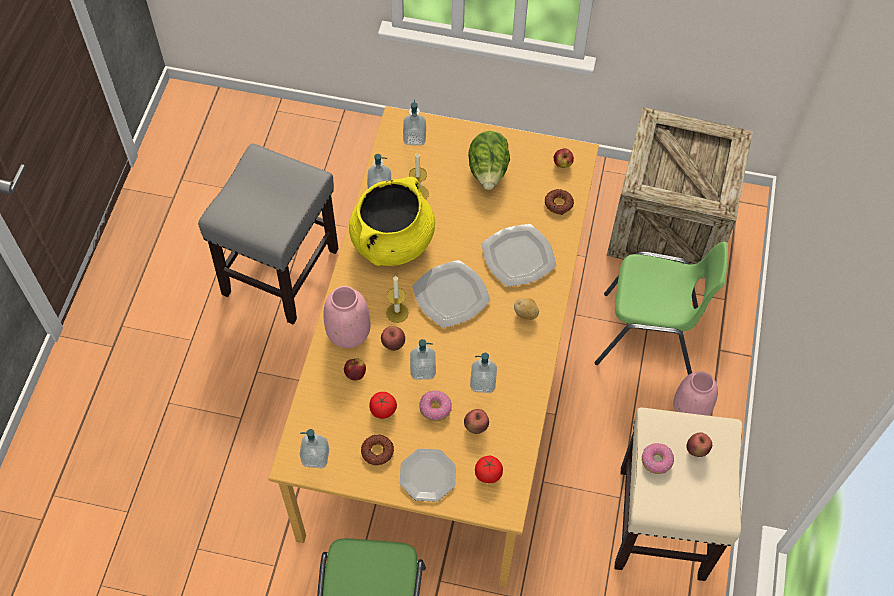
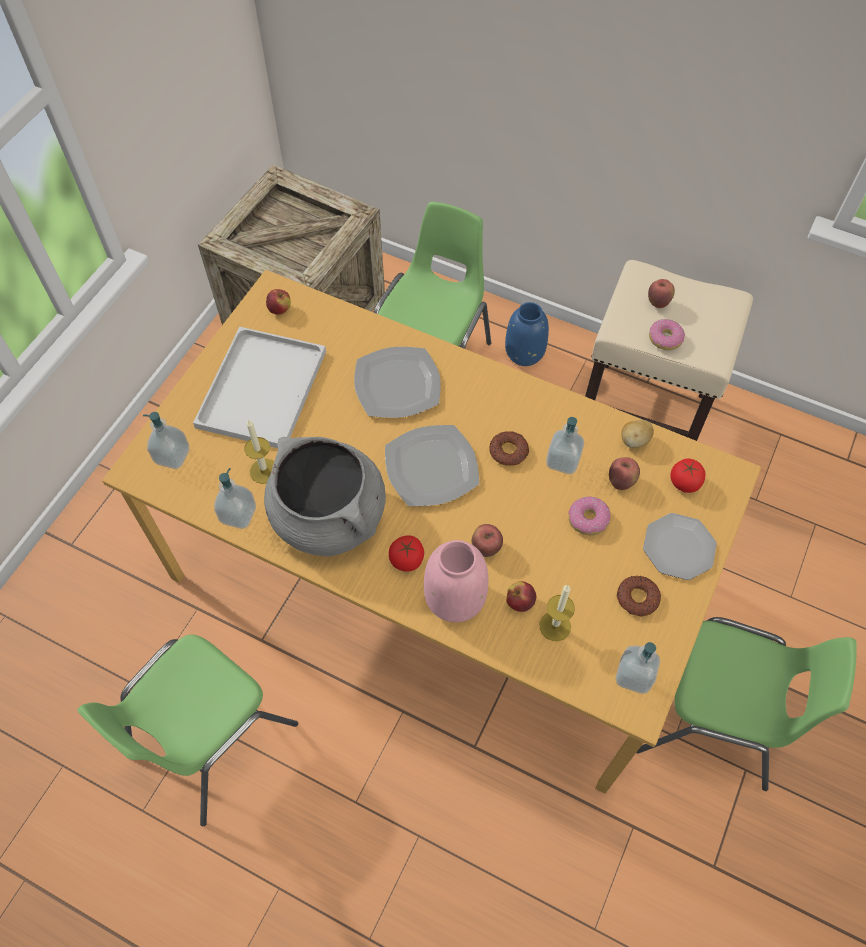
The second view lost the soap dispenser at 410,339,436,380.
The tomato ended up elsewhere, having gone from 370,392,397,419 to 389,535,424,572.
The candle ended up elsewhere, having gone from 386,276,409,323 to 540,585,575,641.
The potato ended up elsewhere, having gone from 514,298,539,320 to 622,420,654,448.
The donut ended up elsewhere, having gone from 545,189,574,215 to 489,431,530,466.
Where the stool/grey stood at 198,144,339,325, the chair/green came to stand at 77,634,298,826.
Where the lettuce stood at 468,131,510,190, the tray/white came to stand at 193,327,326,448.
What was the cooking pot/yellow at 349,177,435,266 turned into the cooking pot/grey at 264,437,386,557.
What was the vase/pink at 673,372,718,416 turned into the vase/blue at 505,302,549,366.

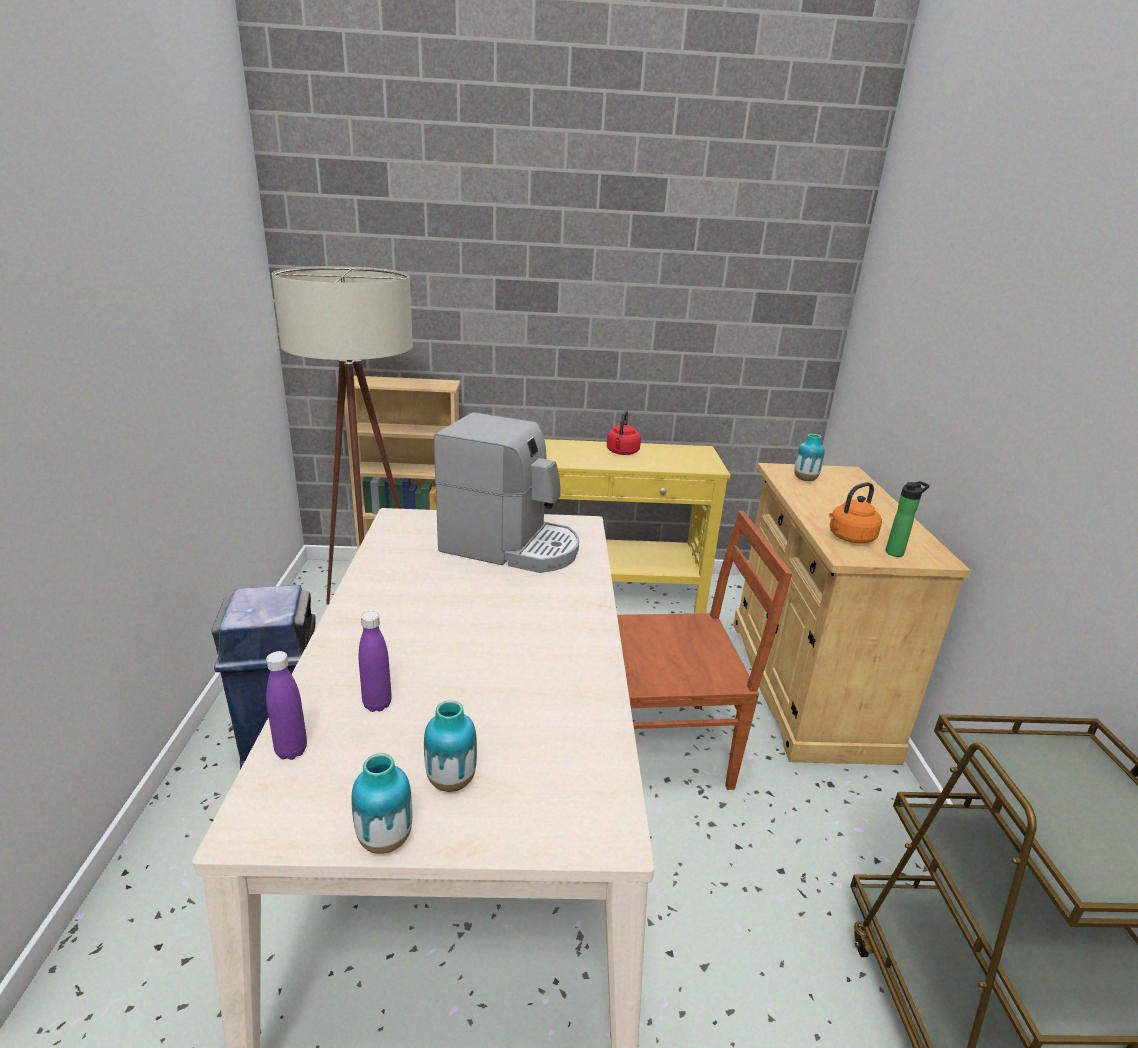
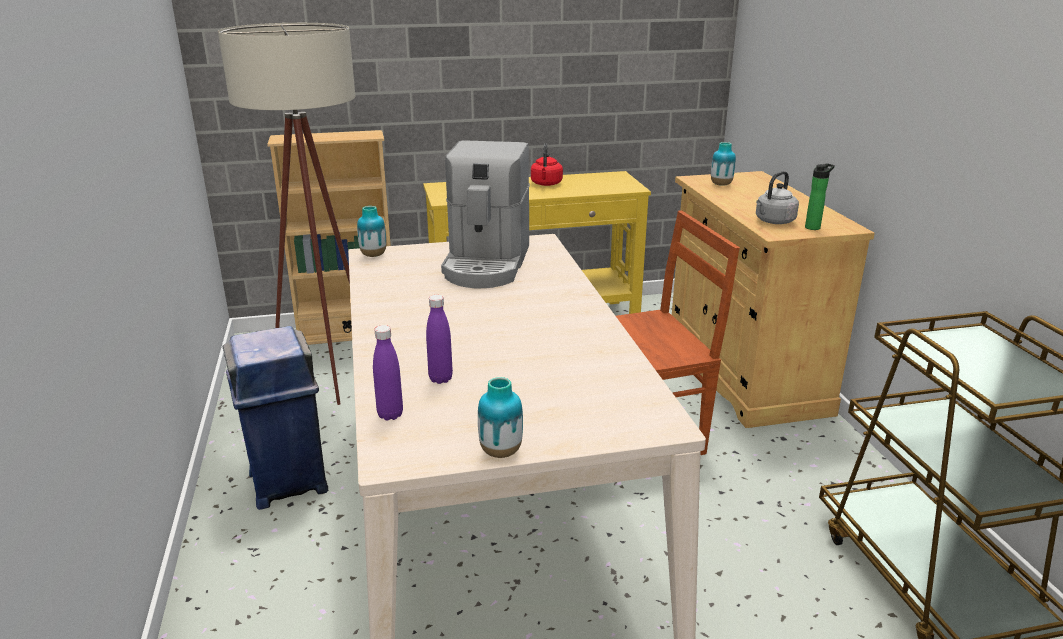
The vase ended up elsewhere, having gone from 424,700,477,792 to 357,206,386,257.
What was the kettle/orange at 829,482,882,544 turned into the kettle/grey at 756,171,799,224.
The coffee machine at 434,412,579,573 ended up facing another way, 90 degrees clockwise from before.

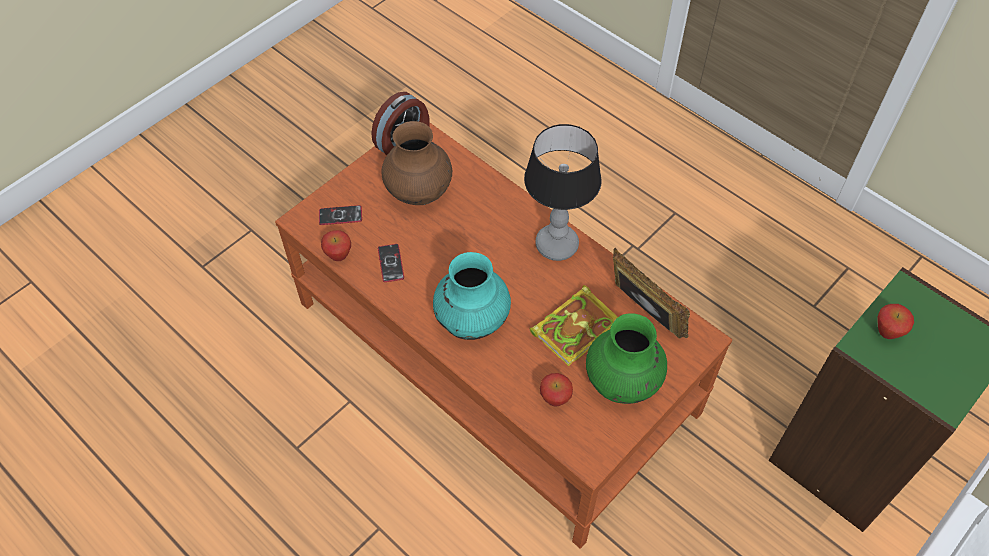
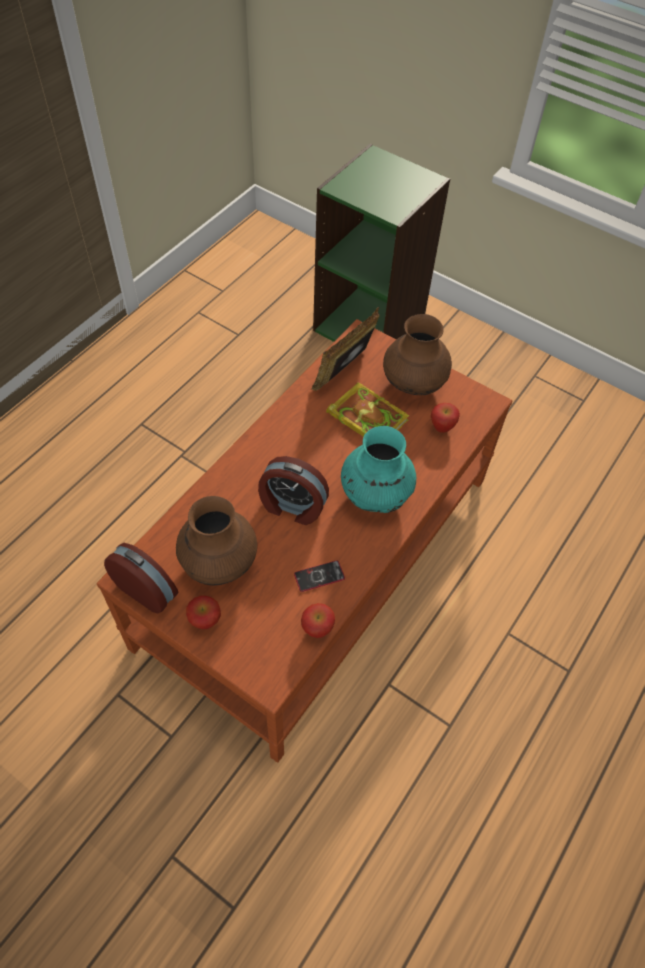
The second view lost the phone at 319,205,362,225.
The second view lost the table lamp at 524,124,602,261.
The second view gained the alarm clock at 258,456,329,525.
The apple ended up elsewhere, having gone from 877,304,914,339 to 186,596,221,629.
What was the vase/green at 586,313,667,404 turned into the vase/brown at 383,314,452,395.

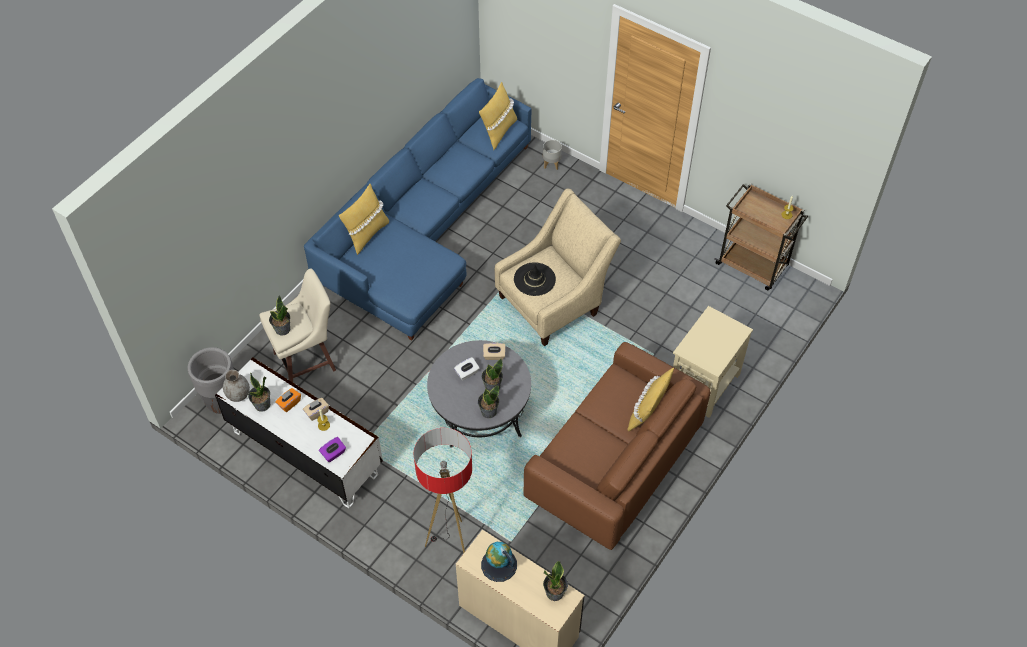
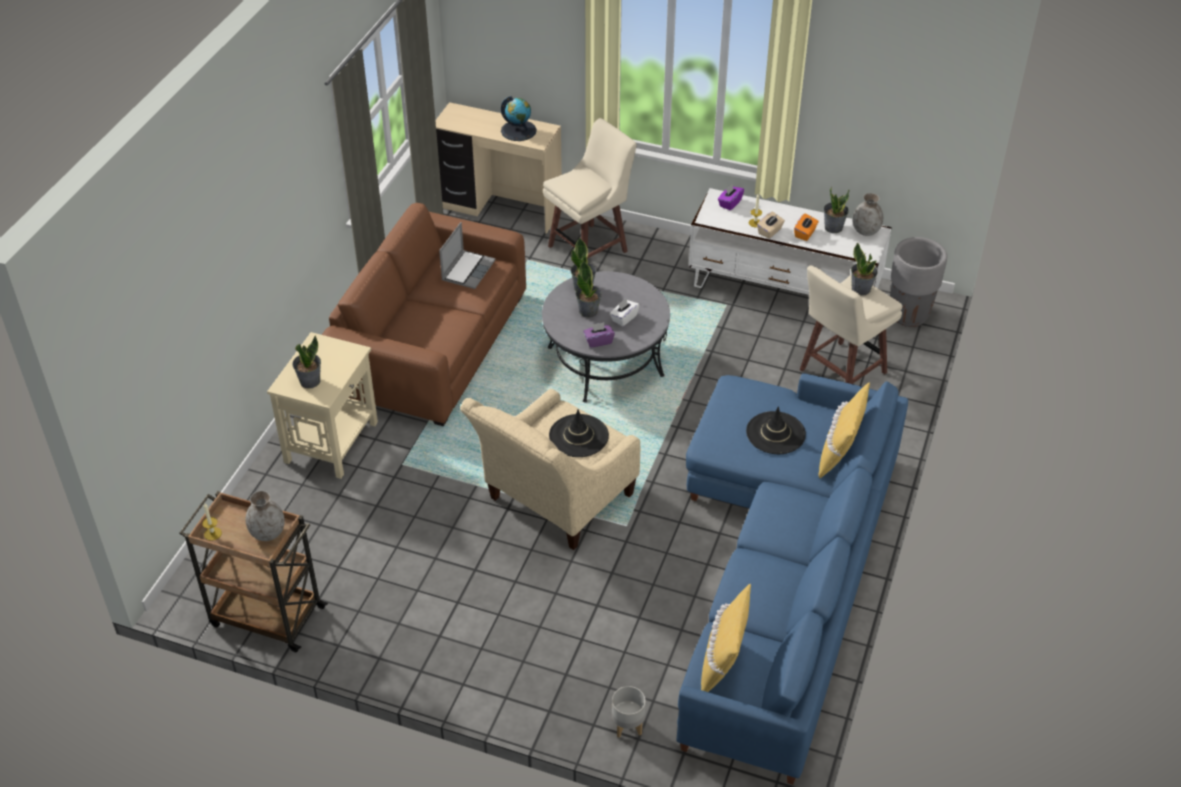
The second view lost the pillow/yellow at 627,368,674,432.
The second view gained the vase/grey at 246,491,285,541.
The second view gained the laptop at 439,222,496,289.
The second view gained the hat/black at 746,406,806,454.
The potted plant ended up elsewhere, having gone from 543,561,568,601 to 292,336,321,389.
Where the floor lamp stood at 414,428,472,554, the stool/beige came to stand at 543,118,637,259.
What was the tissue box/beige at 483,343,505,360 turned into the tissue box/purple at 583,323,615,348.

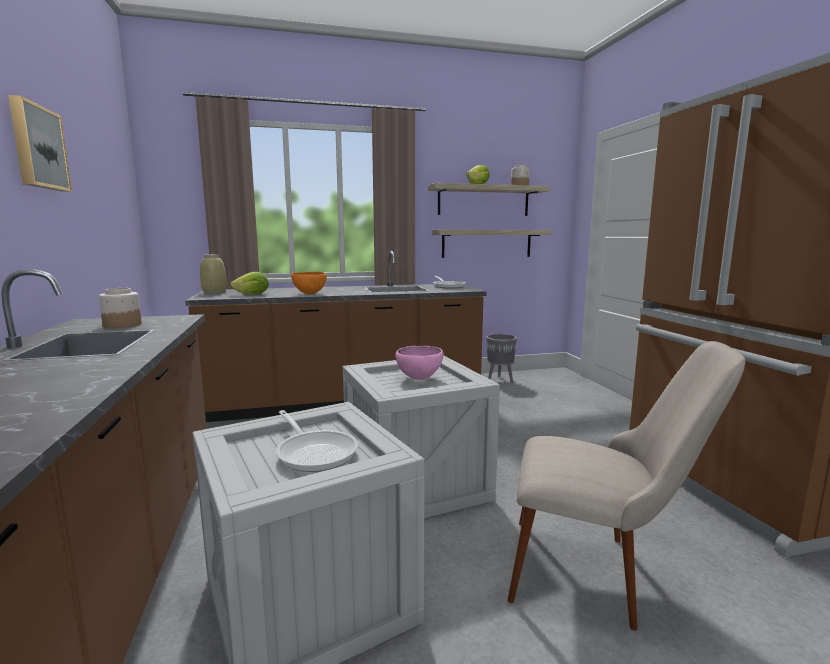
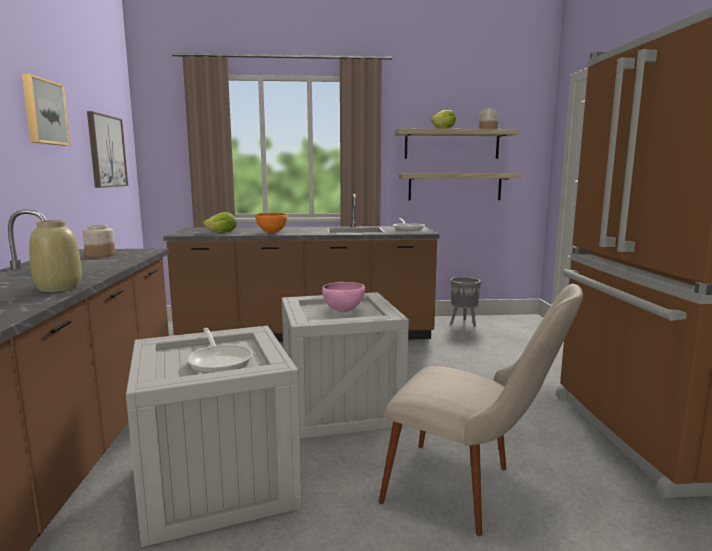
The second view gained the picture at 87,111,128,188.
The vase/beige ended up elsewhere, having gone from 200,254,227,294 to 29,220,82,292.

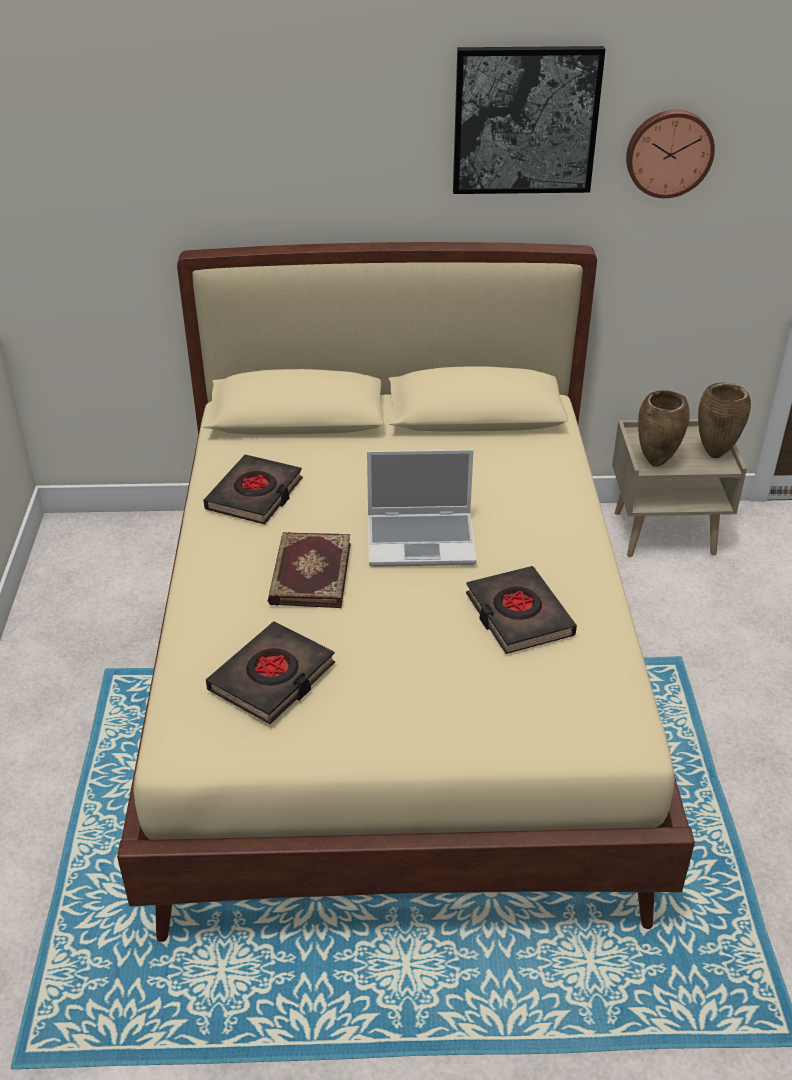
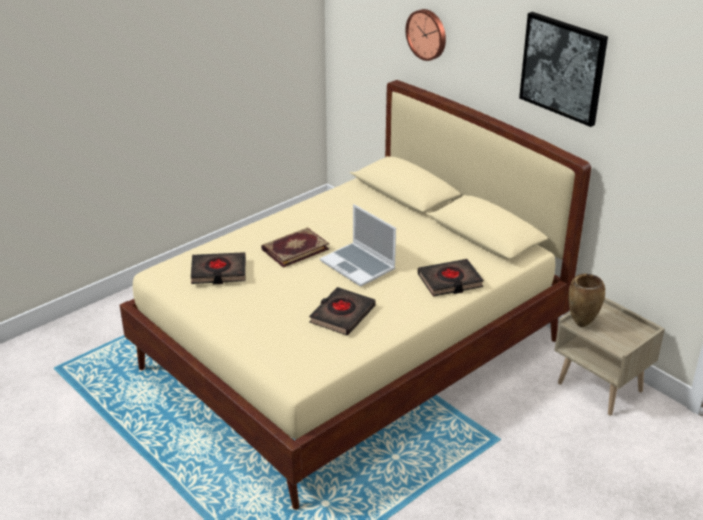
The second view lost the vase/brown at 698,382,751,458.
The book/black ended up elsewhere, having gone from 203,455,303,525 to 417,259,484,297.
The wall clock ended up elsewhere, having gone from 626,110,715,198 to 405,9,446,61.

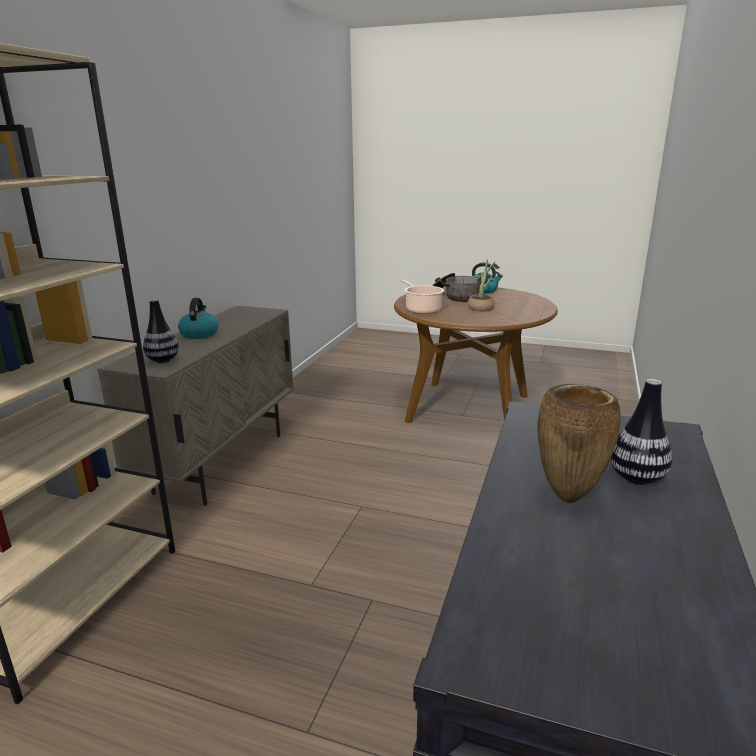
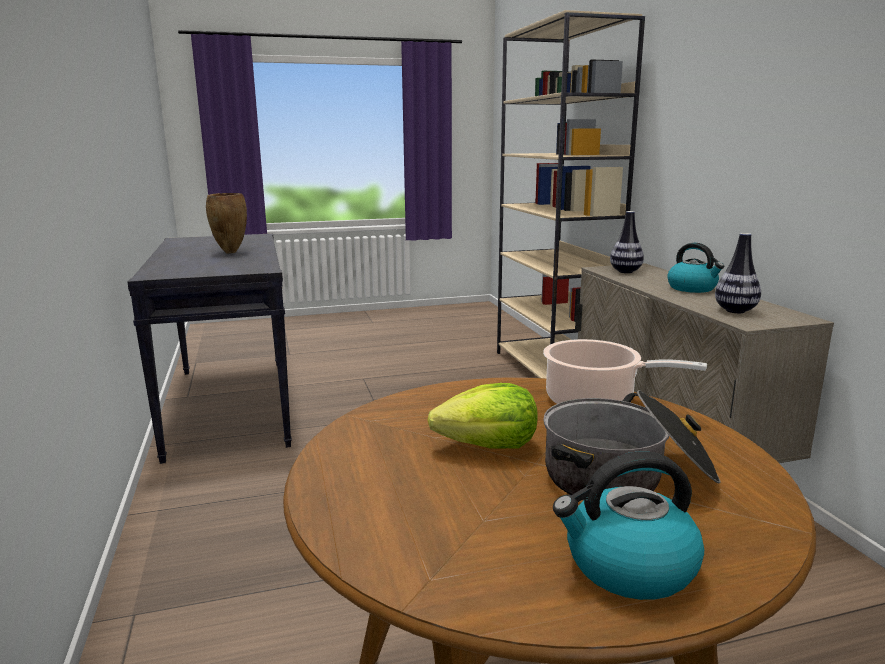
The vase ended up elsewhere, having gone from 610,379,673,485 to 715,233,761,313.
Where the potted plant stood at 468,260,500,312, the lettuce came to stand at 427,383,538,449.

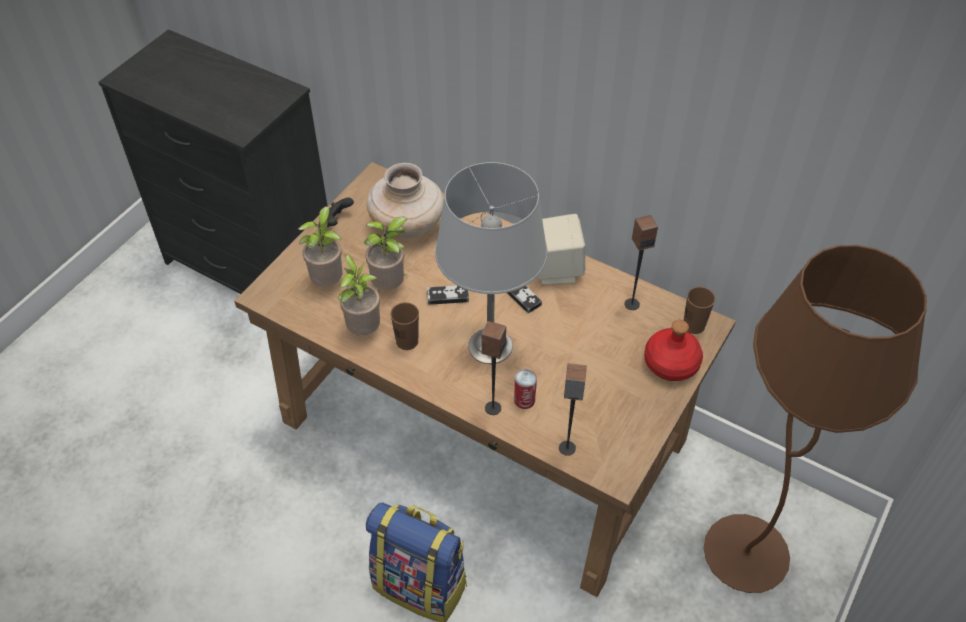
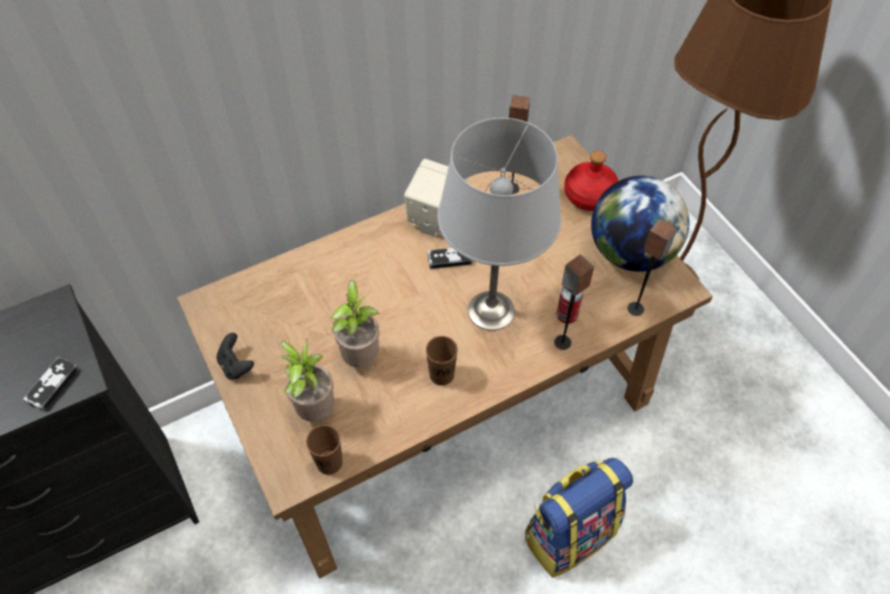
The second view lost the potted plant at 337,254,380,335.
The second view lost the vase/beige at 367,163,444,238.
The second view gained the globe at 591,176,689,272.
The game controller ended up elsewhere, having gone from 427,286,469,305 to 23,357,79,412.
The cup/brown ended up elsewhere, having gone from 684,287,715,334 to 306,425,343,475.

